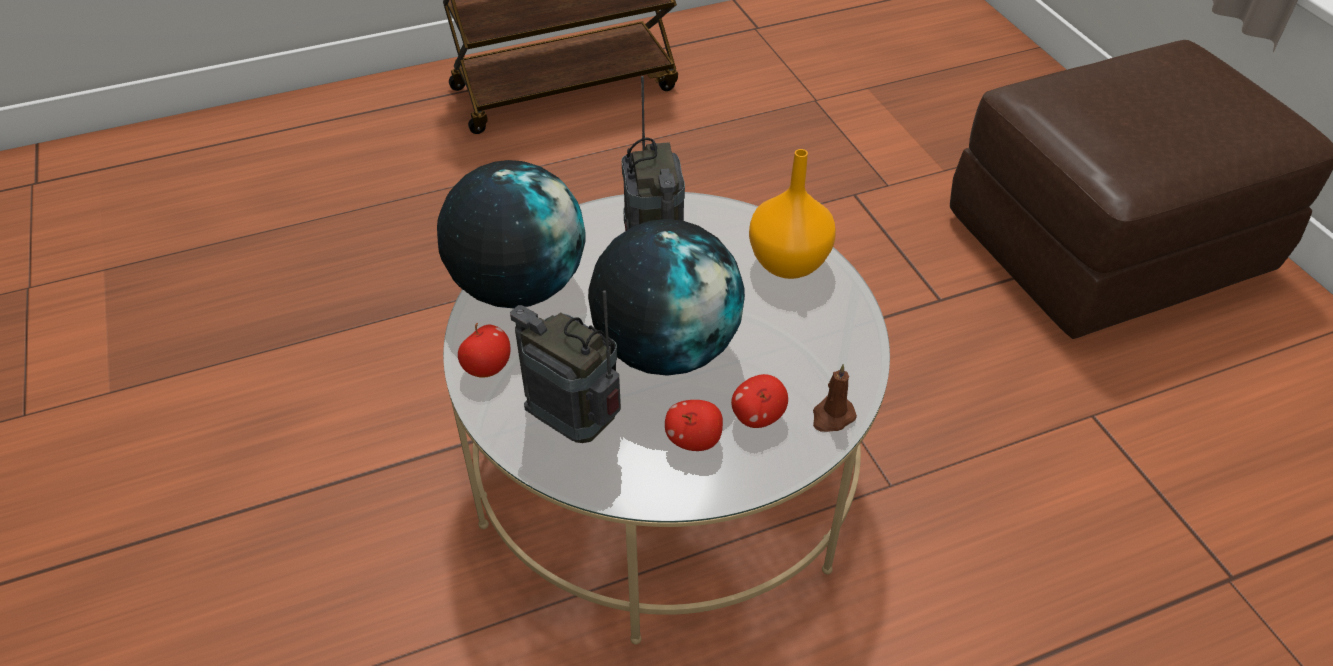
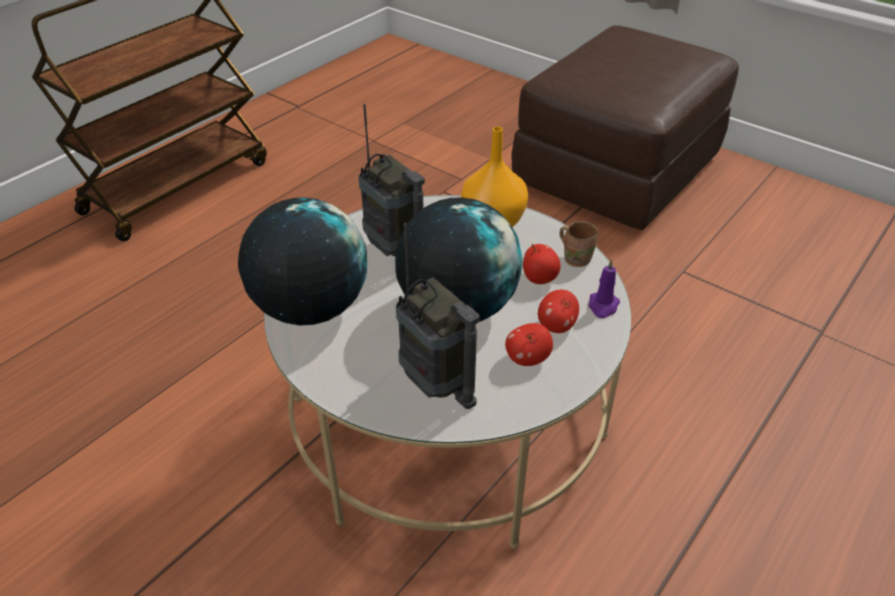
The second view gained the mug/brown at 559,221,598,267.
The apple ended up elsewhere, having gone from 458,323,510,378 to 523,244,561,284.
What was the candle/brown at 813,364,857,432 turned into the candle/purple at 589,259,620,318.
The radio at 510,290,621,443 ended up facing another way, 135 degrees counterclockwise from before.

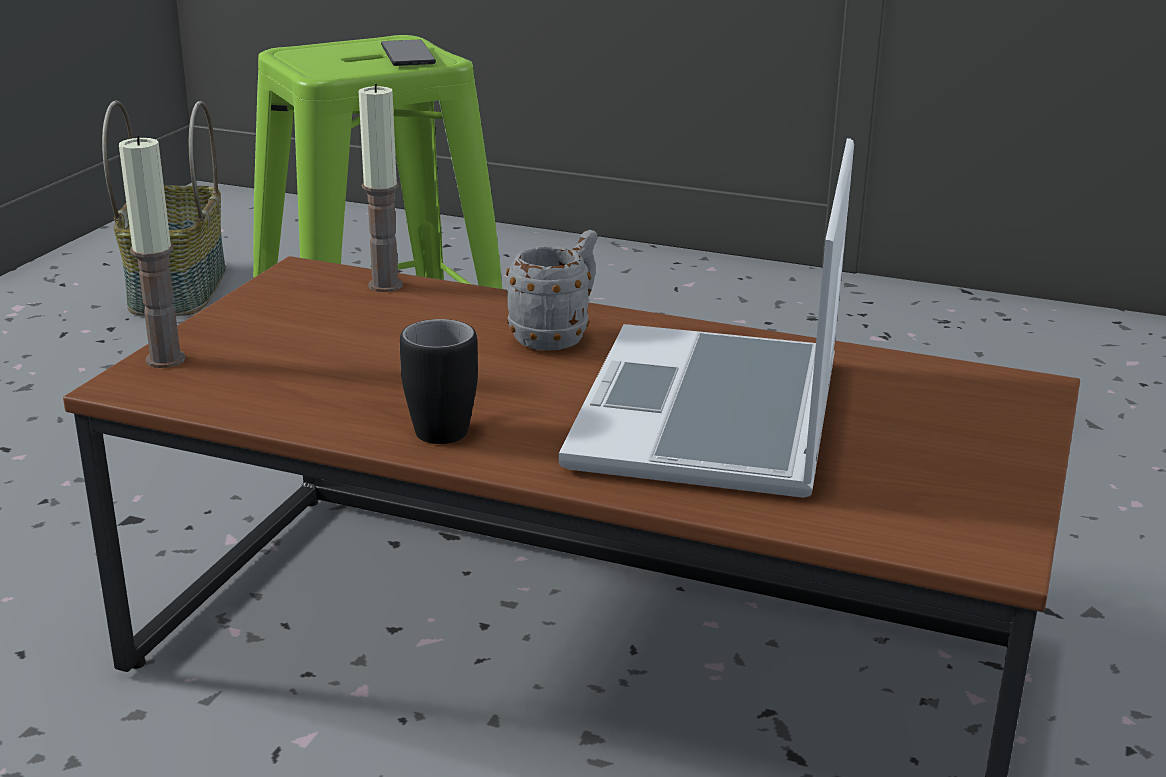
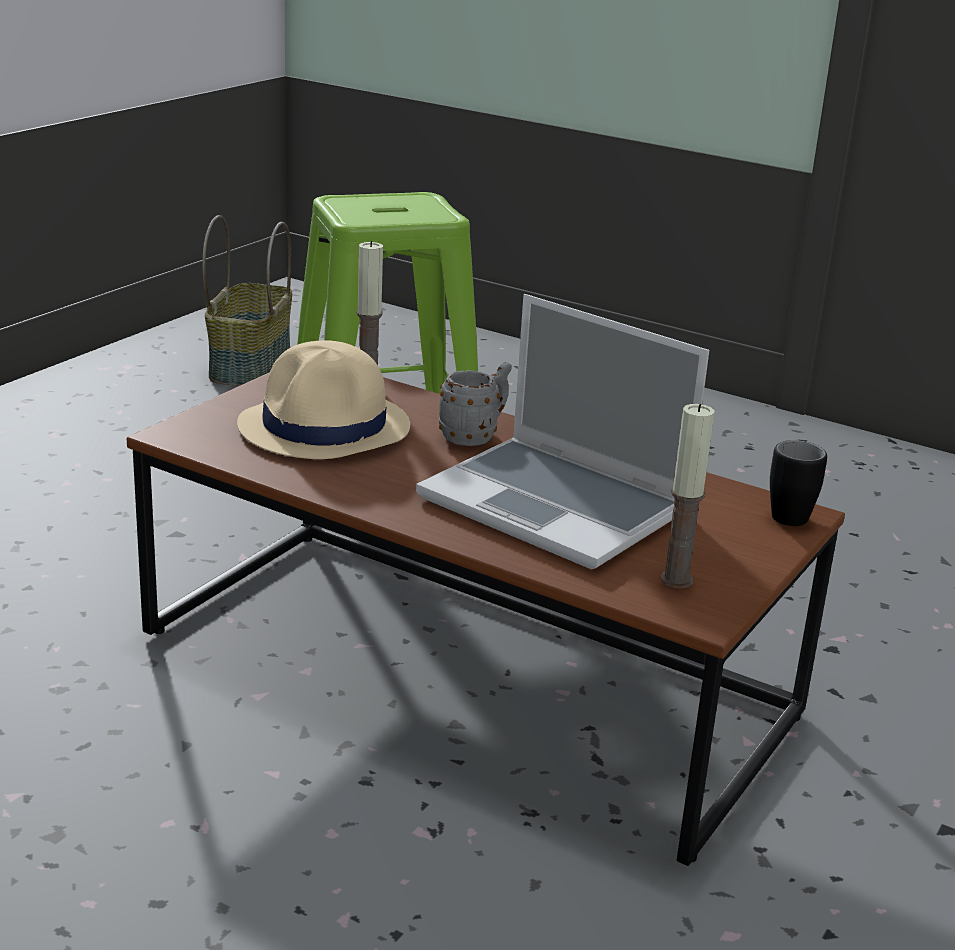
The second view lost the phone at 381,40,436,66.
The second view gained the hat/beige at 237,340,410,459.
The candle ended up elsewhere, having gone from 119,135,186,368 to 661,404,715,588.
The mug/black ended up elsewhere, having gone from 400,319,478,444 to 770,440,827,526.
The laptop at 559,138,854,498 ended up facing another way, 75 degrees counterclockwise from before.

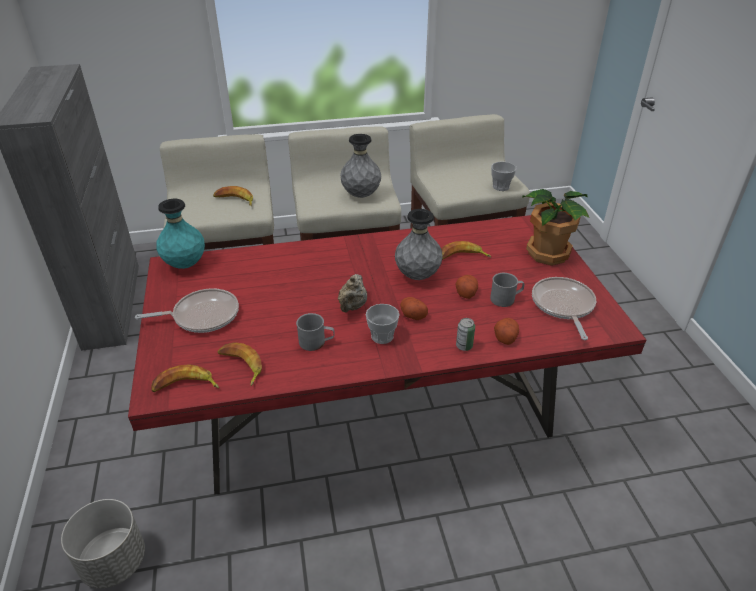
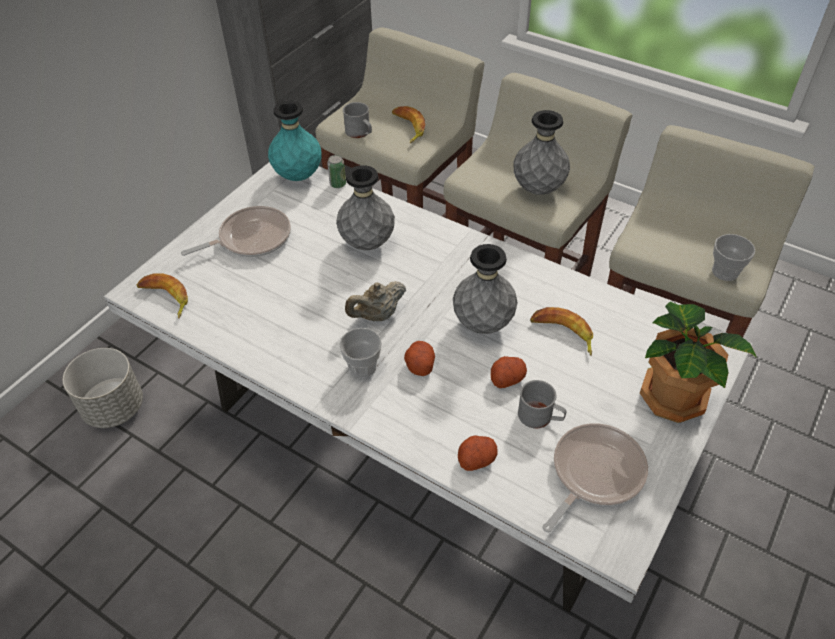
The second view lost the banana at 217,342,262,386.
The second view gained the vase/grey at 336,165,395,250.
The mug/grey ended up elsewhere, having gone from 296,313,335,351 to 343,102,372,138.
The can ended up elsewhere, having gone from 456,318,475,351 to 327,155,346,188.
What was the dining table/red at 128,215,647,495 turned into the dining table/white at 104,162,753,613.
The frying pan at 135,288,239,333 ended up facing another way, 60 degrees counterclockwise from before.

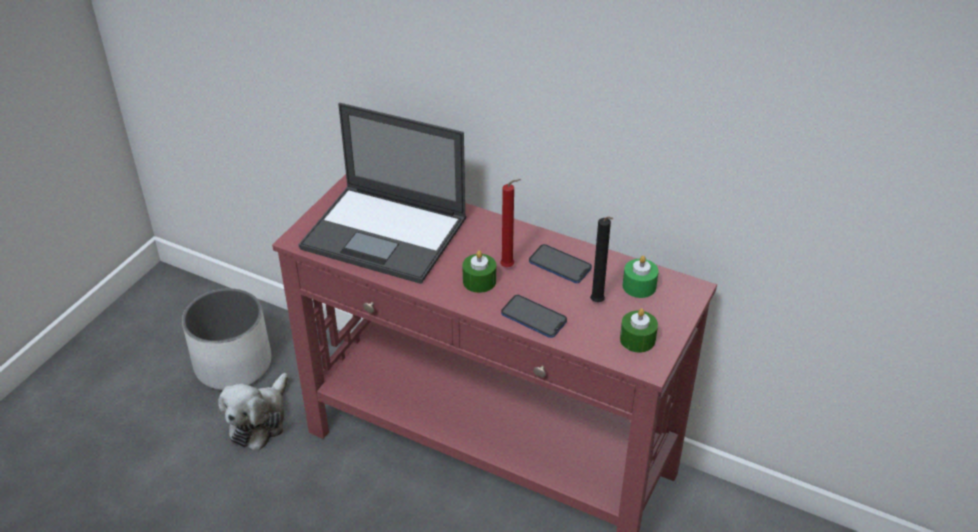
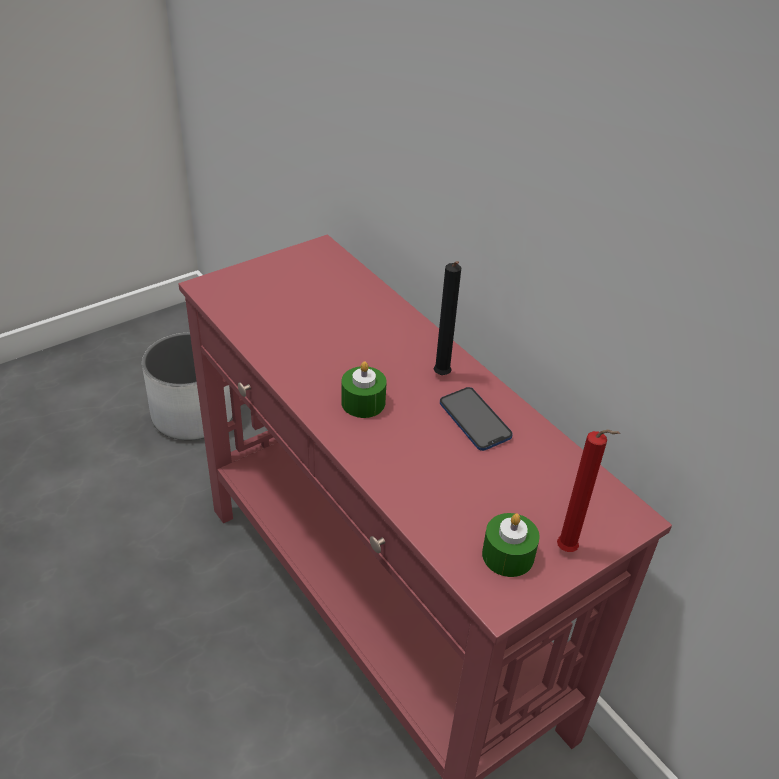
The second view lost the plush toy at 219,373,288,451.
The second view lost the laptop at 298,103,466,284.
The second view lost the phone at 501,295,567,338.
The second view lost the candle/green at 623,255,659,298.
The candle/red ended up elsewhere, having gone from 500,179,521,267 to 557,430,620,552.
The candle/black ended up elsewhere, having gone from 590,217,613,302 to 434,261,461,375.

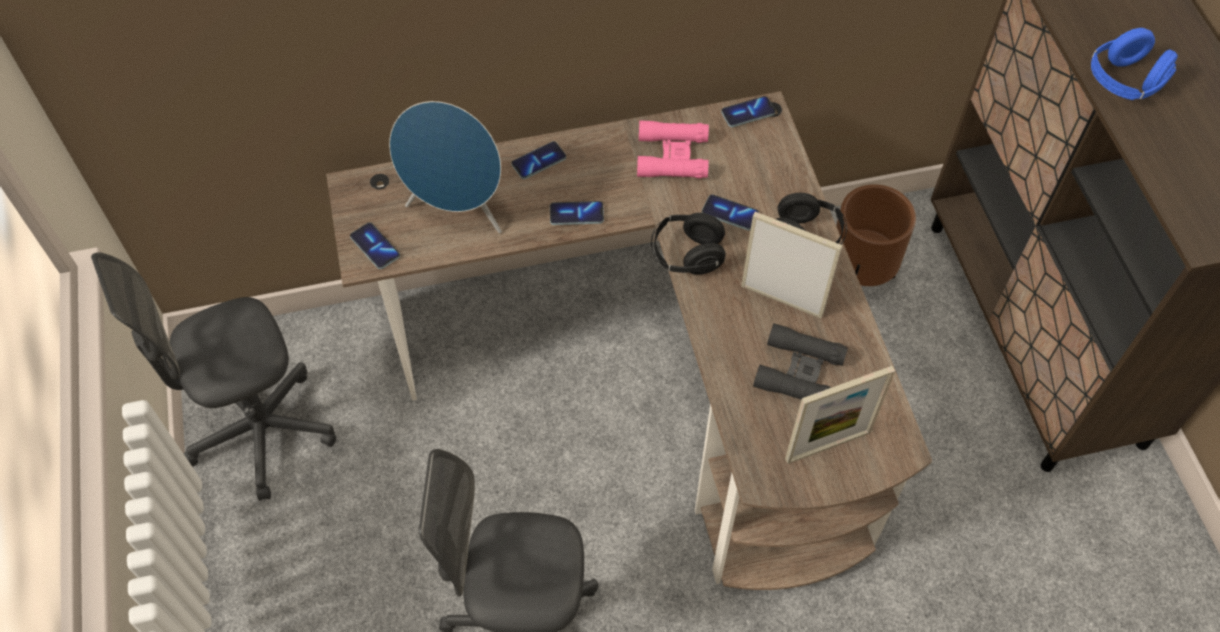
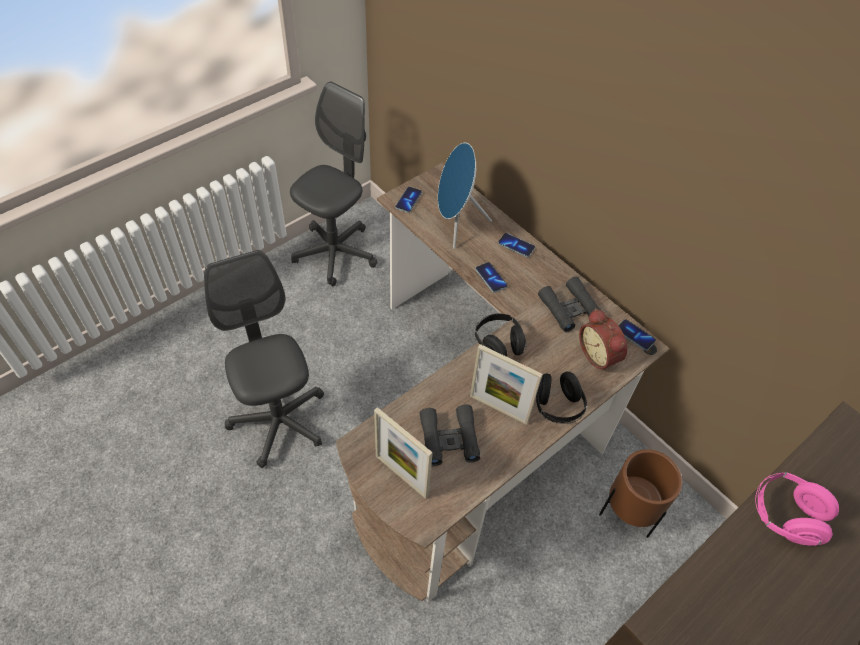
The second view lost the phone at 702,194,759,231.
The second view gained the alarm clock at 579,309,627,372.
What was the binoculars/pink at 637,120,709,179 turned into the binoculars/black at 538,277,602,332.
What was the headphones/blue at 1091,28,1178,100 turned into the headphones/pink at 755,472,839,546.
The office chair/grey at 91,252,336,501 ended up facing another way, 90 degrees clockwise from before.
The picture frame at 741,211,842,318 ended up facing another way, 120 degrees clockwise from before.

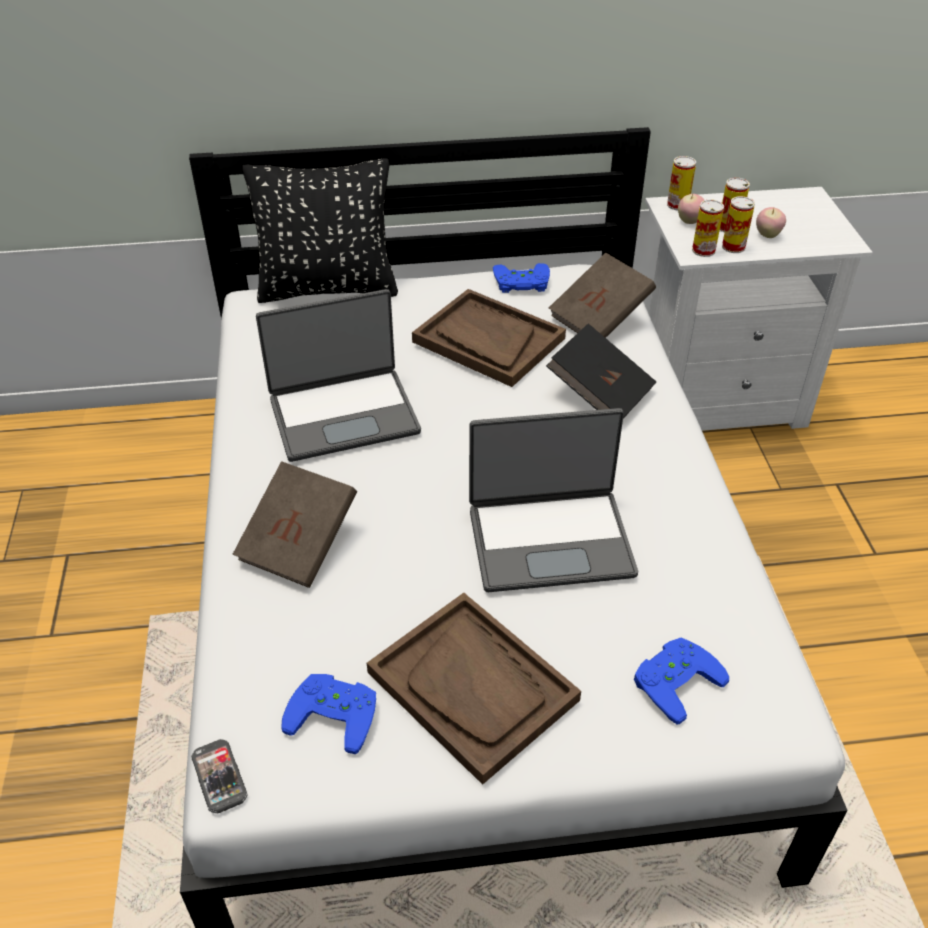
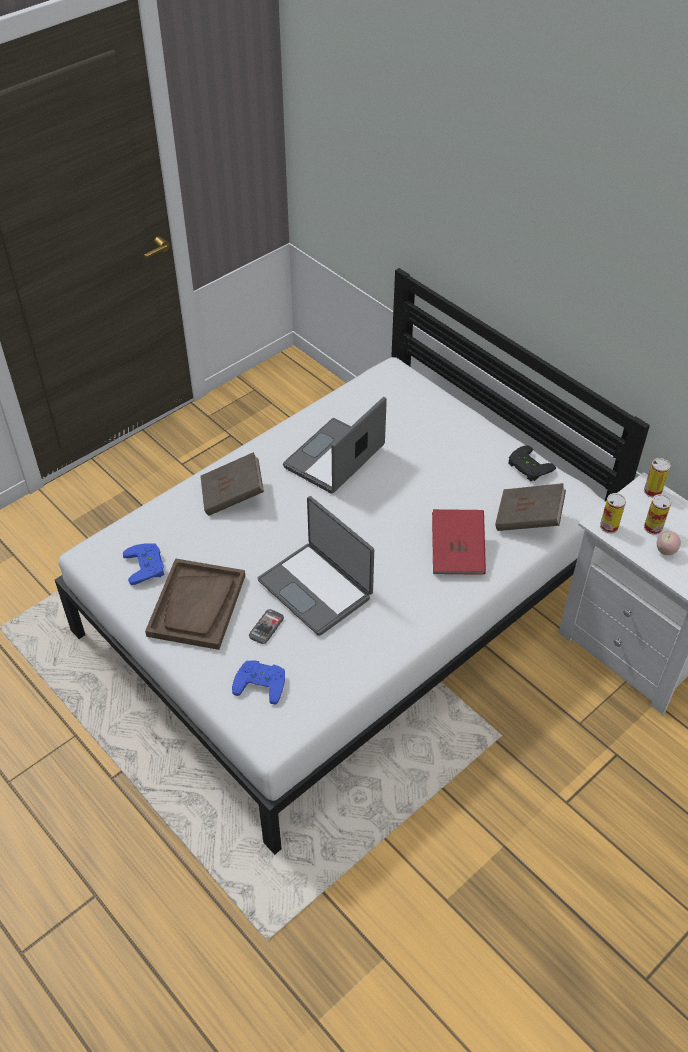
The second view lost the pillow/black at 243,158,398,303.
The second view lost the tray/brown at 412,289,566,387.
The second view lost the apple at 678,194,704,224.
The second view lost the can at 722,196,755,253.
The phone ended up elsewhere, having gone from 191,739,248,813 to 249,609,284,644.
What was the game controller/blue at 493,263,550,293 turned into the game controller/black at 508,445,556,482.
What was the book/black at 546,323,656,418 turned into the book/red at 432,509,486,575.
The laptop at 256,289,421,462 ended up facing another way, 90 degrees clockwise from before.

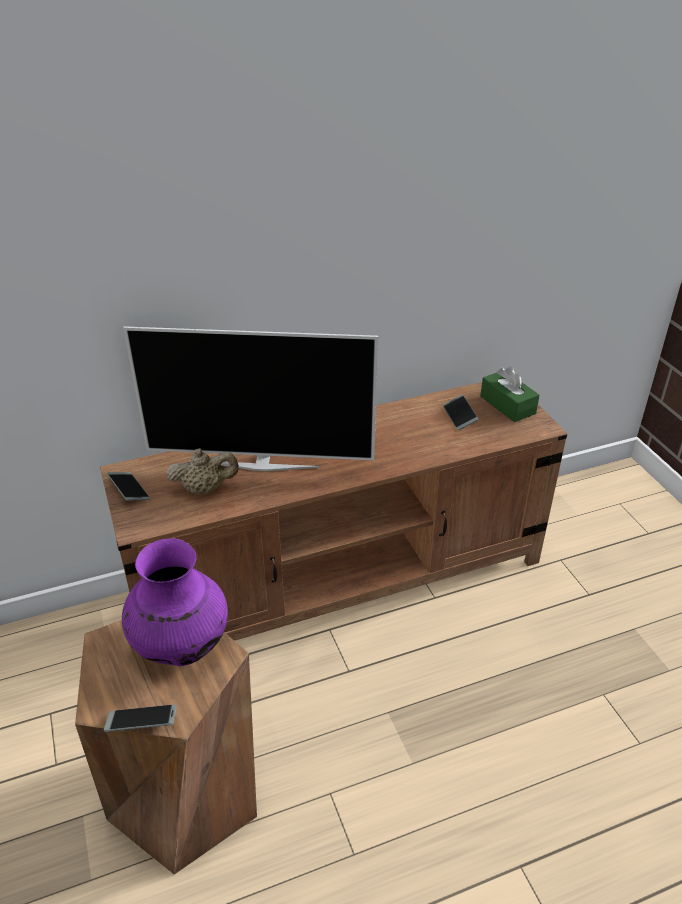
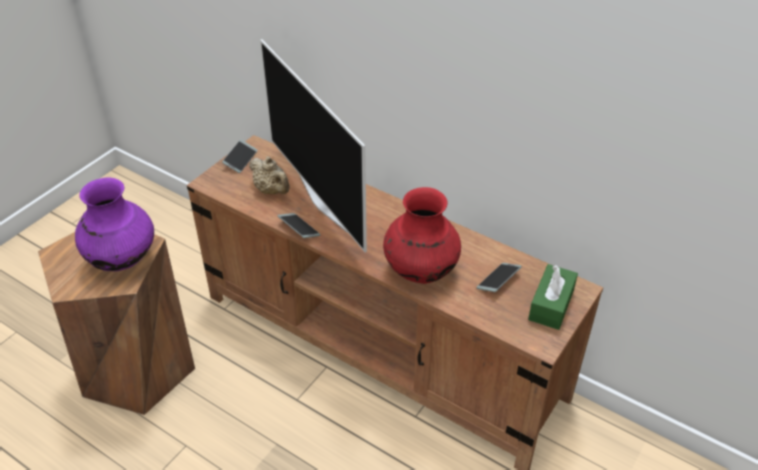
The second view gained the vase/red at 383,187,461,284.
The phone ended up elsewhere, having gone from 104,704,177,732 to 278,213,320,238.

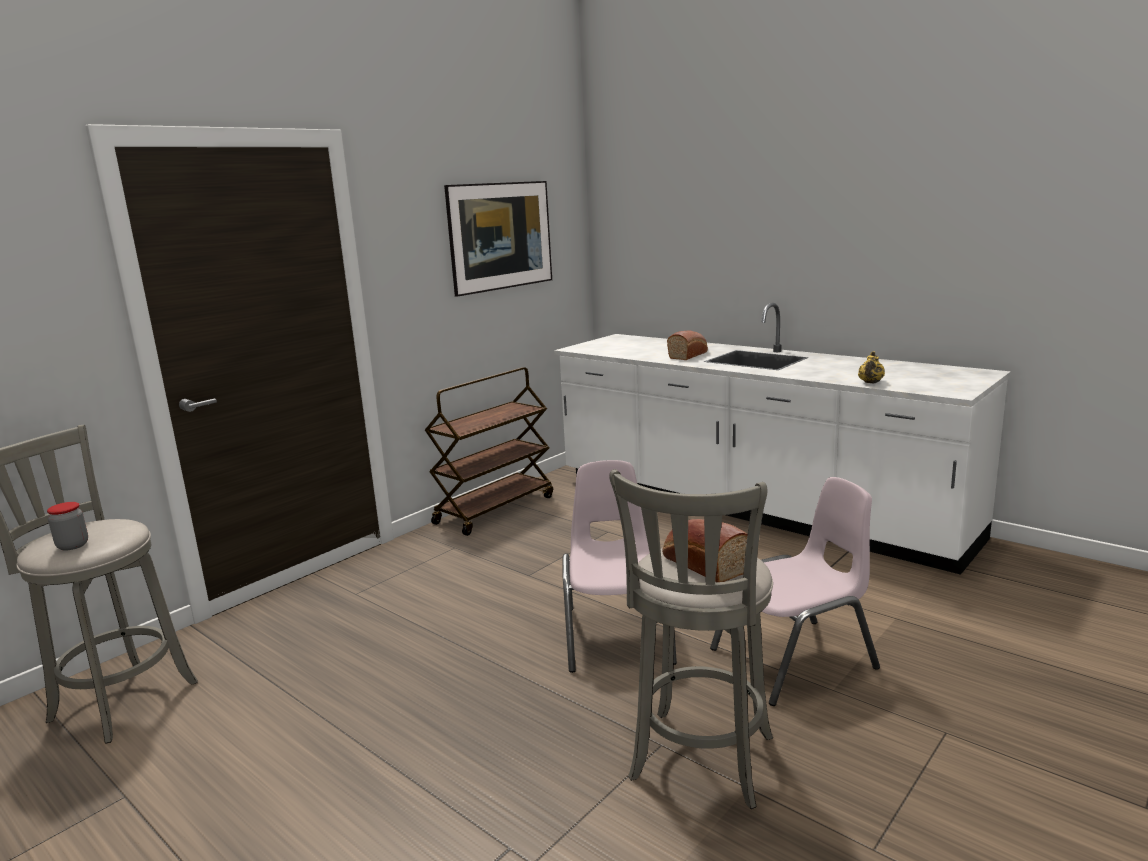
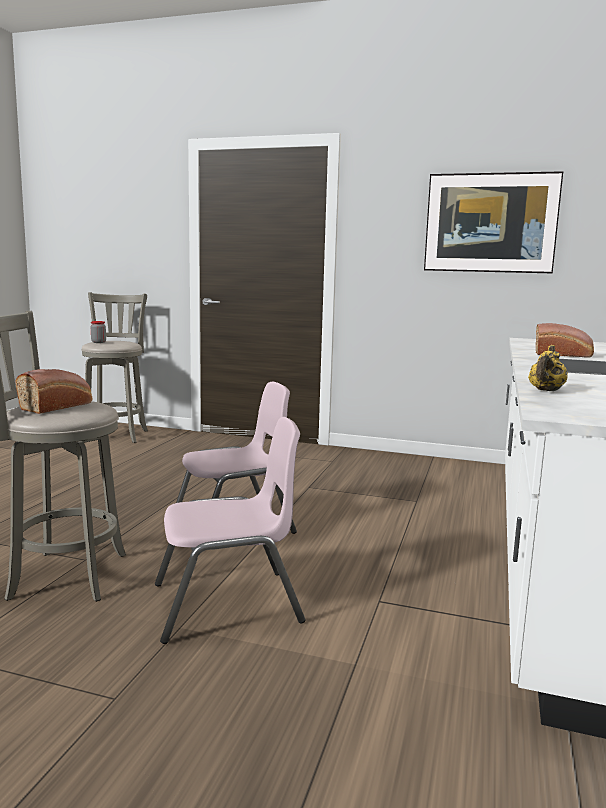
The second view lost the cart/brown at 425,367,553,536.
The chair/pink at 710,477,880,706 ended up facing another way, 60 degrees counterclockwise from before.
The teapot/yellow at 858,351,885,383 ended up facing another way, 60 degrees counterclockwise from before.

